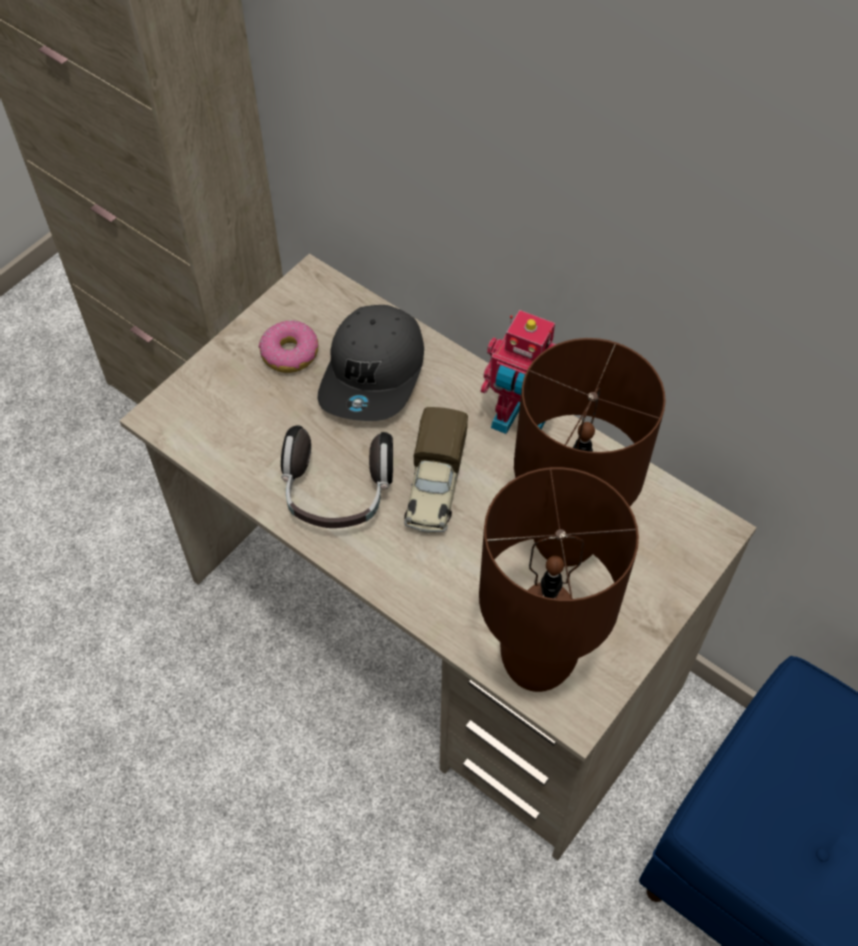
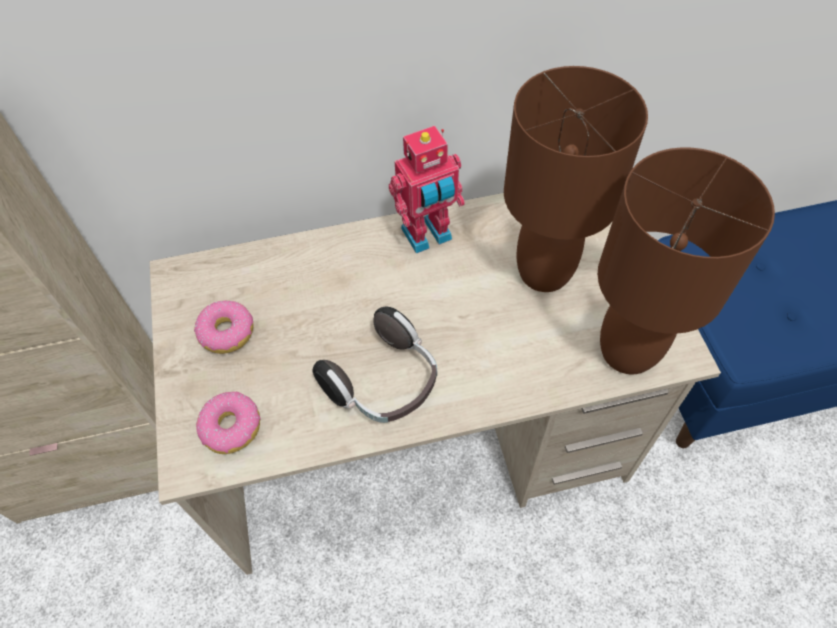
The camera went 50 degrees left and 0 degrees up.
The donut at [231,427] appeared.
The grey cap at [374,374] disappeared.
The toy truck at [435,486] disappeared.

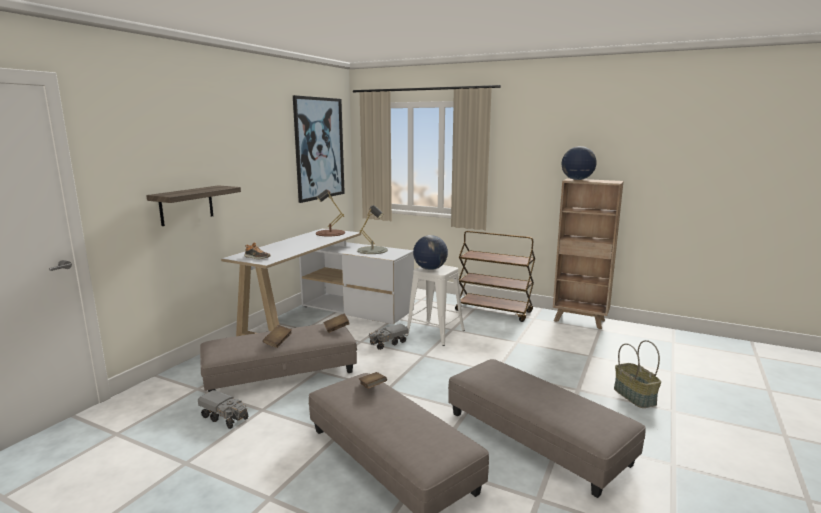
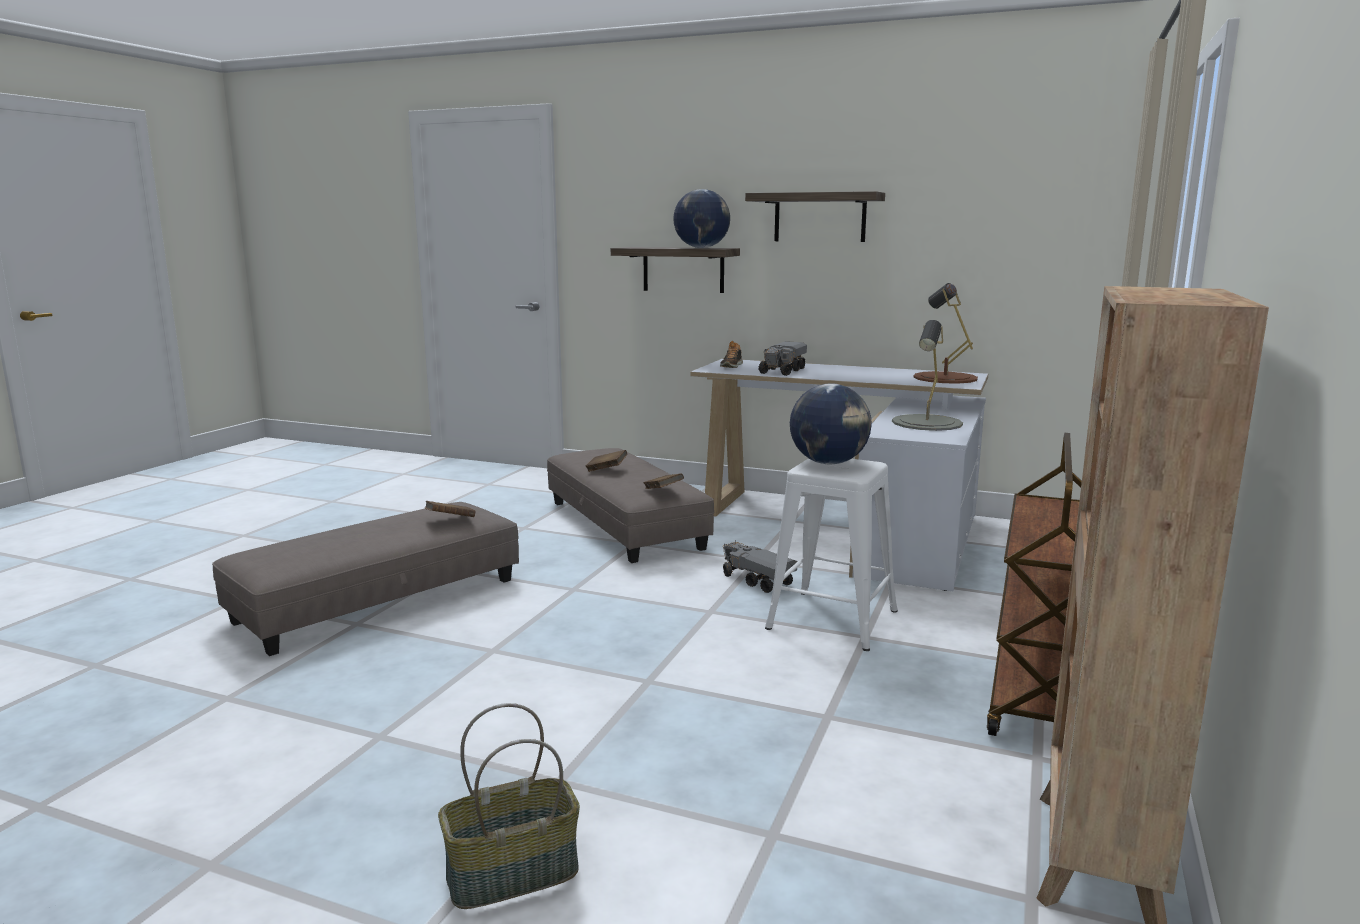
The camera went 85 degrees right and 0 degrees up.
The globe moved from [577,180] to [701,248].
The shelf at [820,217] appeared.
The toy truck moved from [225,418] to [782,371].
The picture at [319,148] disappeared.
The grey ottoman at [536,437] disappeared.

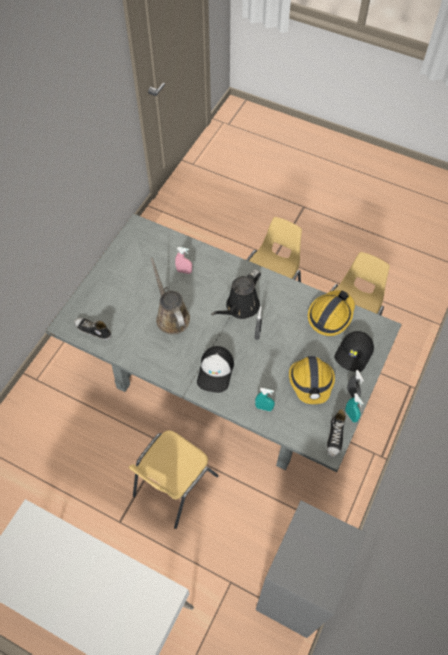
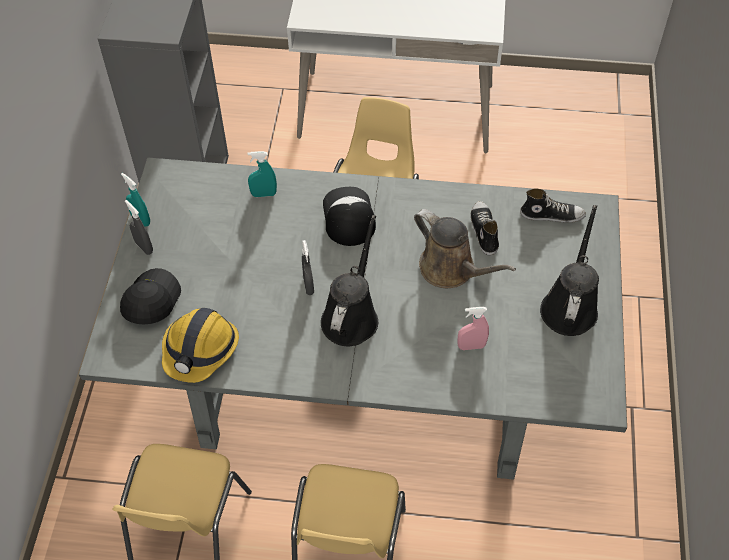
The camera went 160 degrees right and 5 degrees down.
The shoe moved from [335,437] to [483,231].
The black watering can at [570,306] appeared.
The hard hat at [311,382] disappeared.

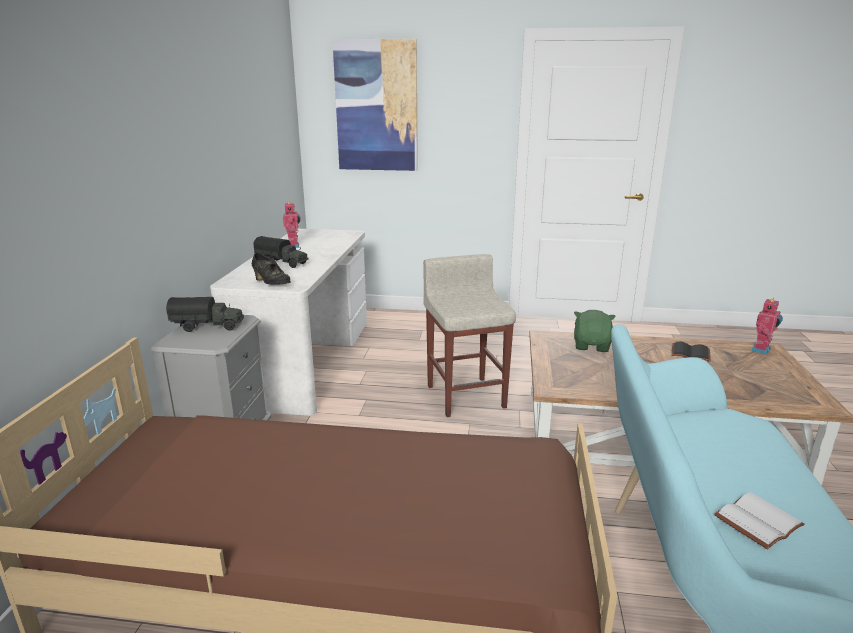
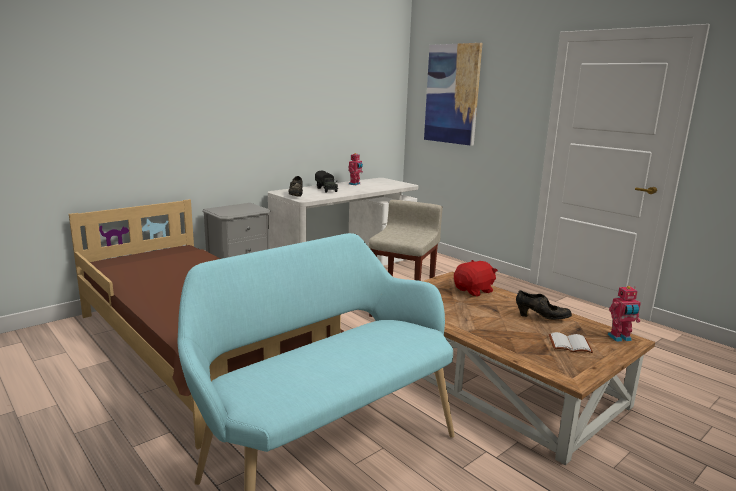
The camera went 40 degrees right and 5 degrees down.
The green plush toy at [592,346] became the red plush toy at [474,291].
The black book at [689,353] was replaced by the black shoe at [542,318].
The white book moved from [756,520] to [570,344].
The toy truck at [208,326] disappeared.

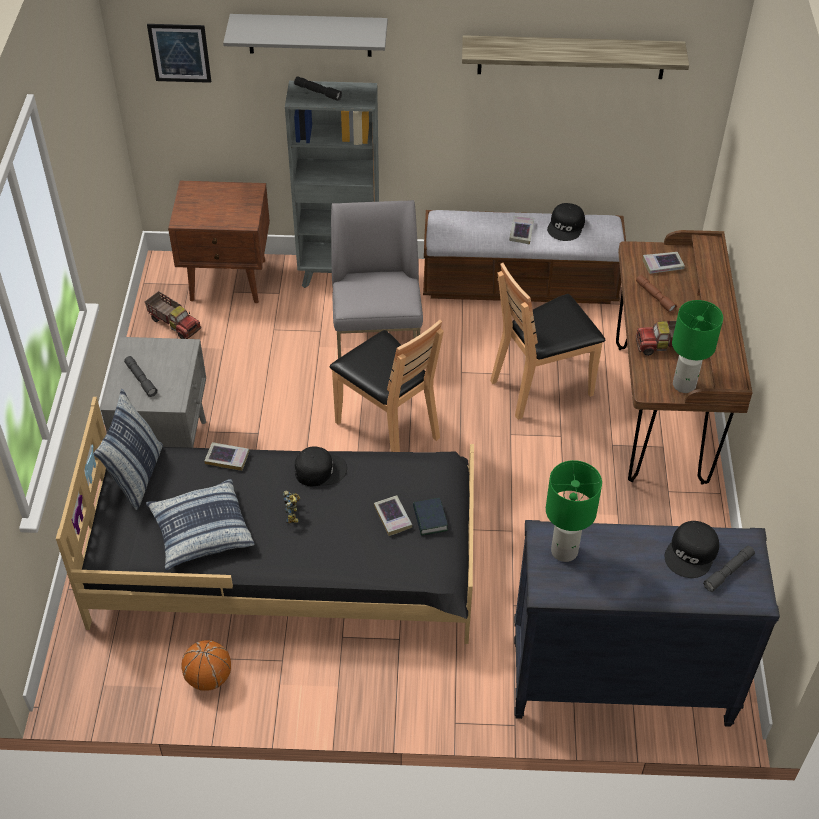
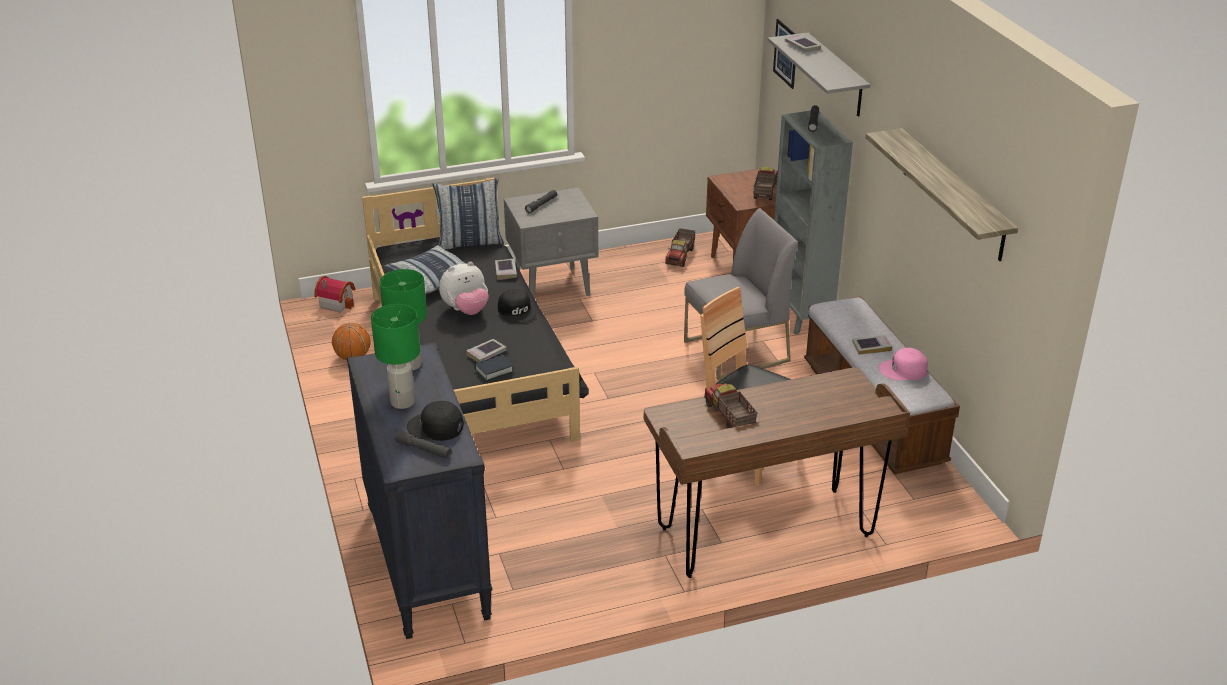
The camera went 70 degrees right and 15 degrees down.
The toy house at [336,302] appeared.
The green table lamp moved from [684,385] to [403,402].
The toy robot at [293,515] was replaced by the plush toy at [466,310].
The toy truck at [764,191] appeared.
The book moved from [663,265] to [802,46].
The black cap at [566,226] became the pink cap at [903,370].
The brown chair at [387,428] disappeared.
The brown flashlight at [655,297] disappeared.

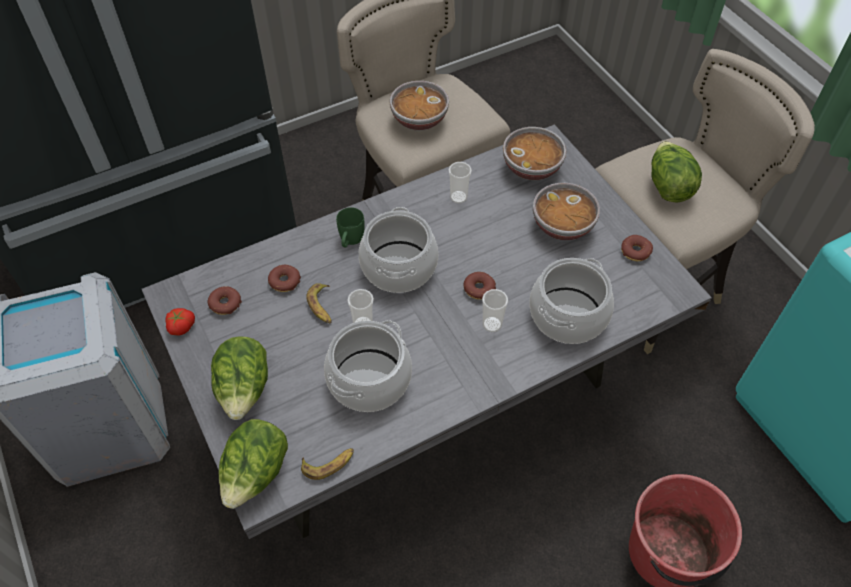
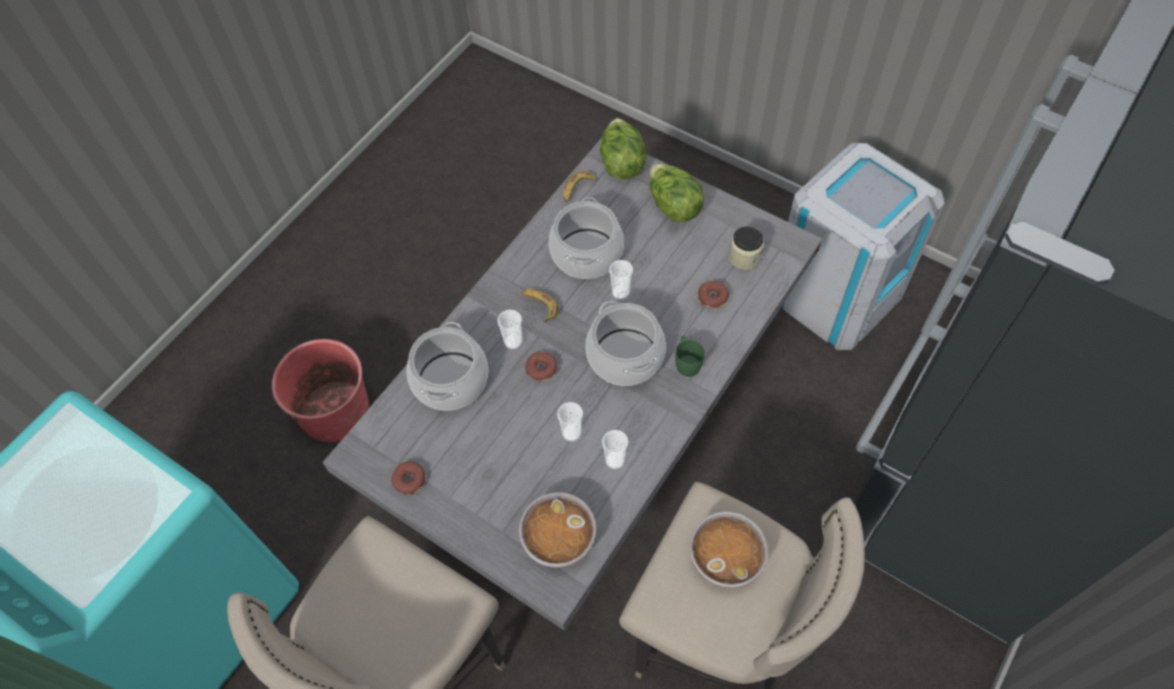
The camera went 155 degrees right and 5 degrees up.
The banana moved from [322,306] to [539,306].
The cup at [572,433] appeared.
The donut at [225,304] was replaced by the jar at [744,257].
The tomato at [181,326] disappeared.
The bowl at [562,226] disappeared.
The lettuce at [668,186] disappeared.

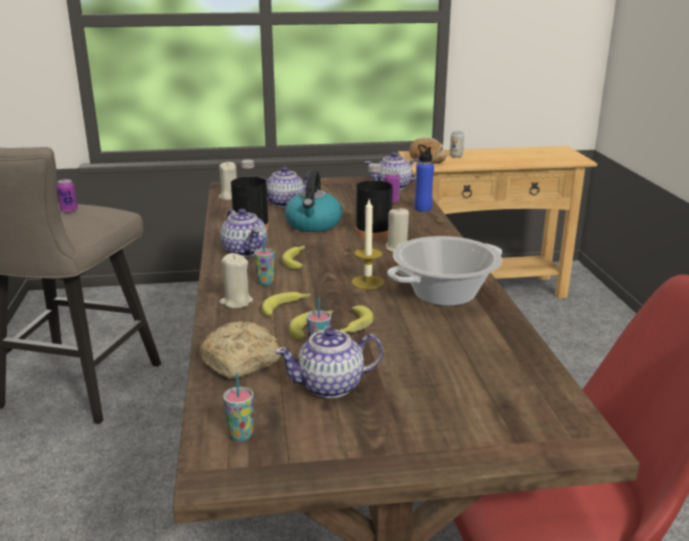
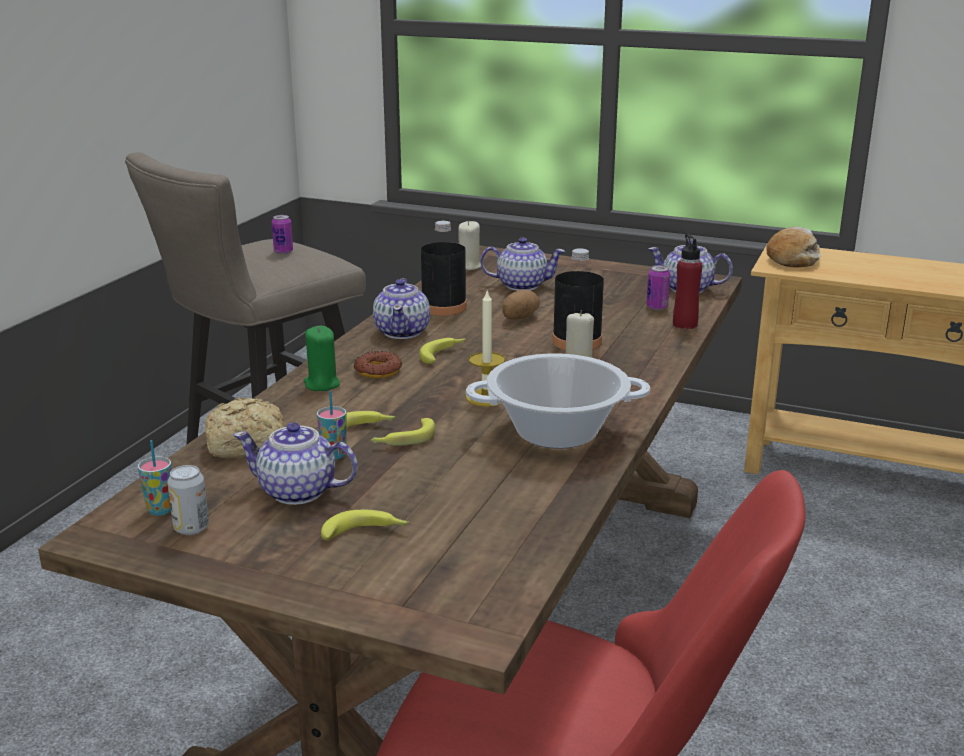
The camera went 30 degrees right and 0 degrees up.
The can moved from [456,156] to [191,528].
The beige candle at [236,302] became the green candle at [321,384].
The banana moved from [286,307] to [366,533].
The cup at [265,282] was replaced by the donut at [378,371].
The kettle at [313,225] was replaced by the potato at [519,317].
The blue bottle at [423,208] became the red bottle at [685,324].

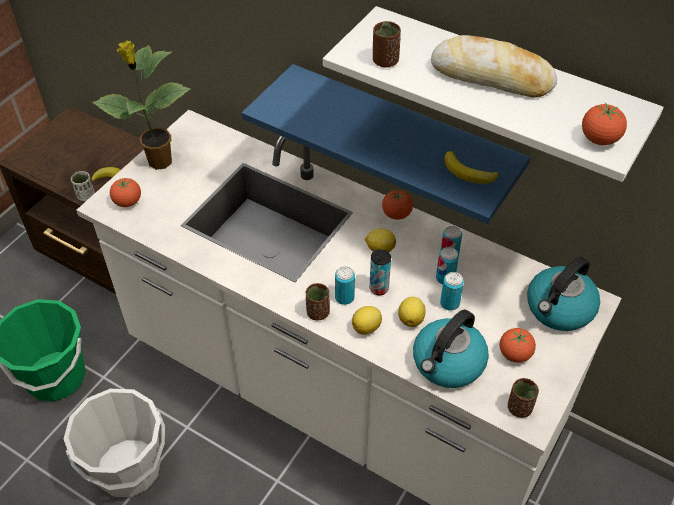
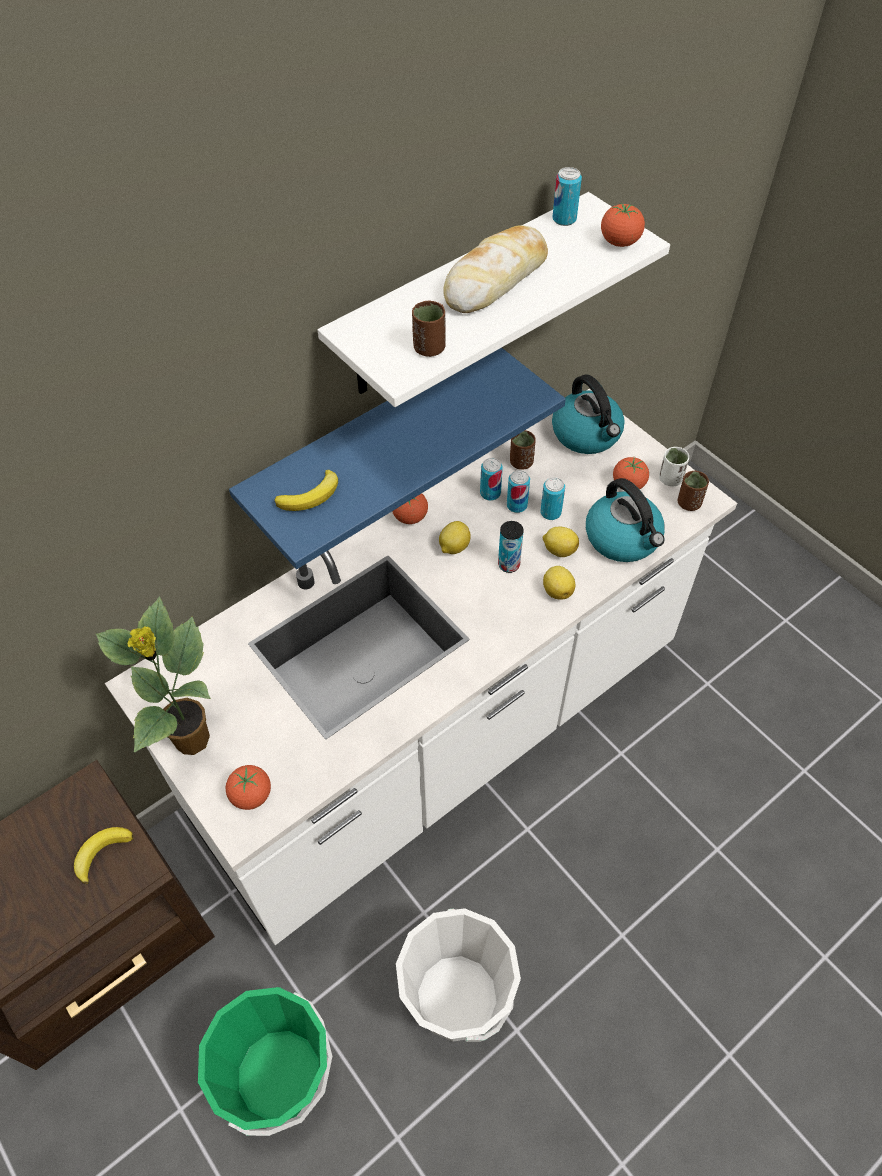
The camera went 70 degrees left and 5 degrees up.
The banana moved from [468,173] to [311,496].
The brown cup moved from [318,312] to [521,462].
The can moved from [344,297] to [564,219].
The white cup moved from [86,196] to [670,479].

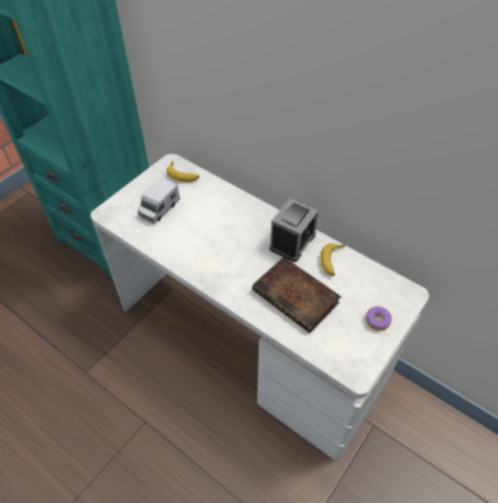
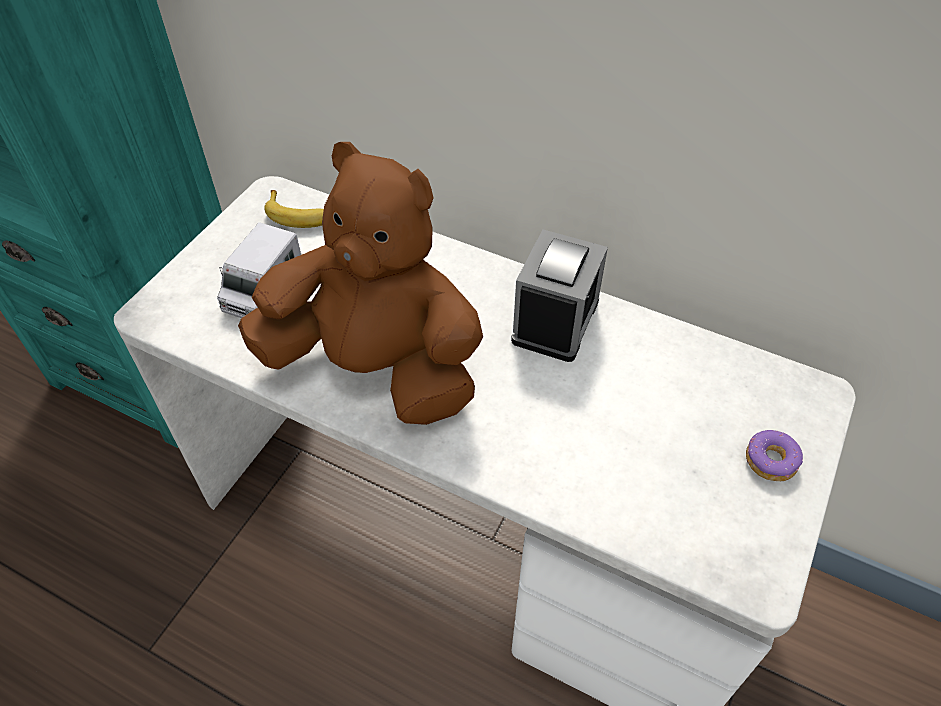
The camera went 10 degrees left and 0 degrees up.
The brown plush toy at [376,368] appeared.
The book at [297,297] disappeared.
The banana at [332,261] disappeared.

